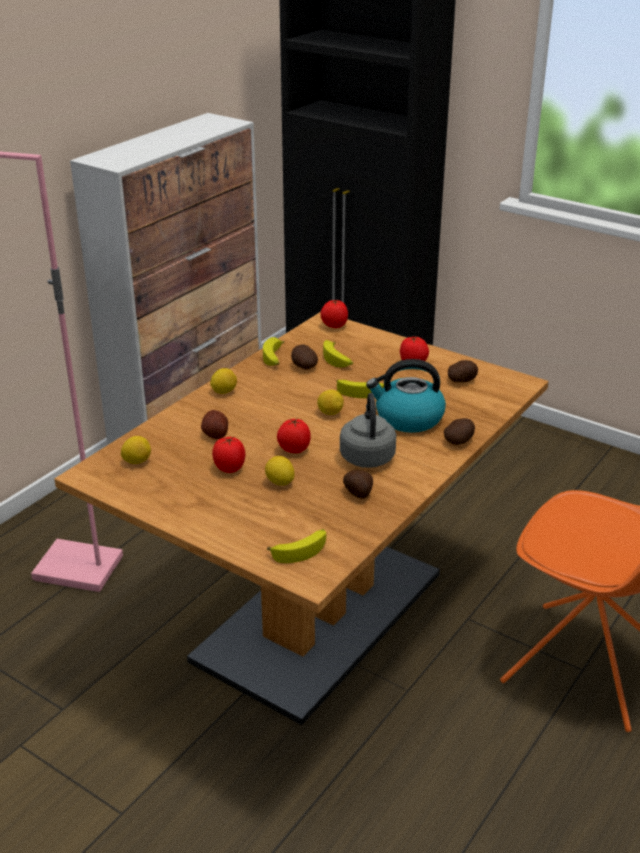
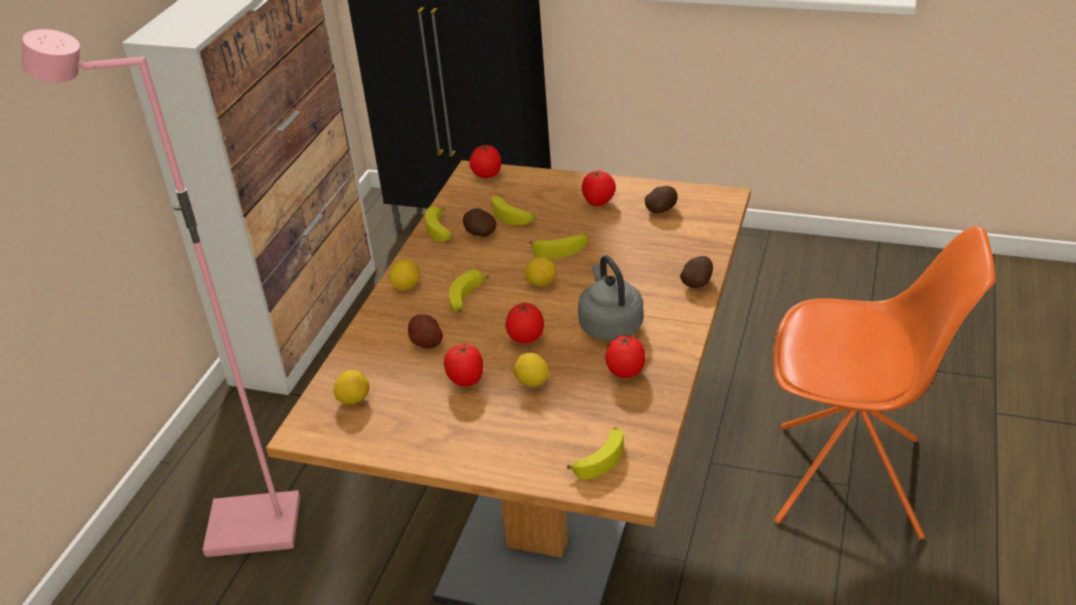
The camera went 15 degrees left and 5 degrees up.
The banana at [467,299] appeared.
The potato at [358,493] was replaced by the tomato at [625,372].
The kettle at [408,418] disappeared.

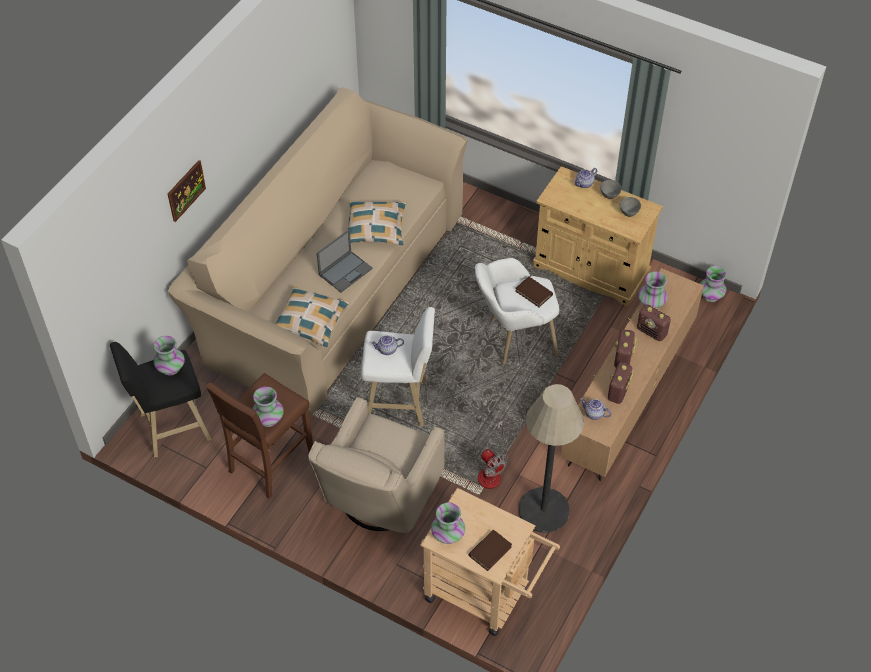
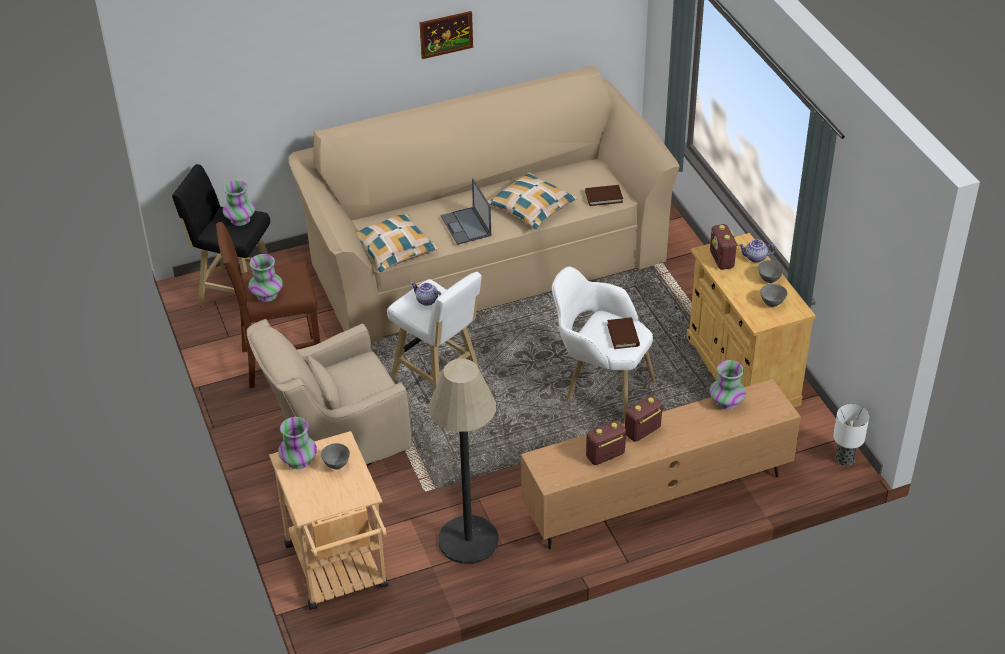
The camera went 40 degrees right and 10 degrees down.
The grey bowl at [337,465] appeared.
The picture moved from [186,190] to [446,34].
The laptop at [346,271] turned 75 degrees clockwise.
The brown book moved from [490,551] to [604,197].
The radio moved from [652,332] to [722,260].
The vase at [711,296] was replaced by the table lamp at [844,459].
The fan at [491,471] disappeared.
The teapot at [594,414] disappeared.

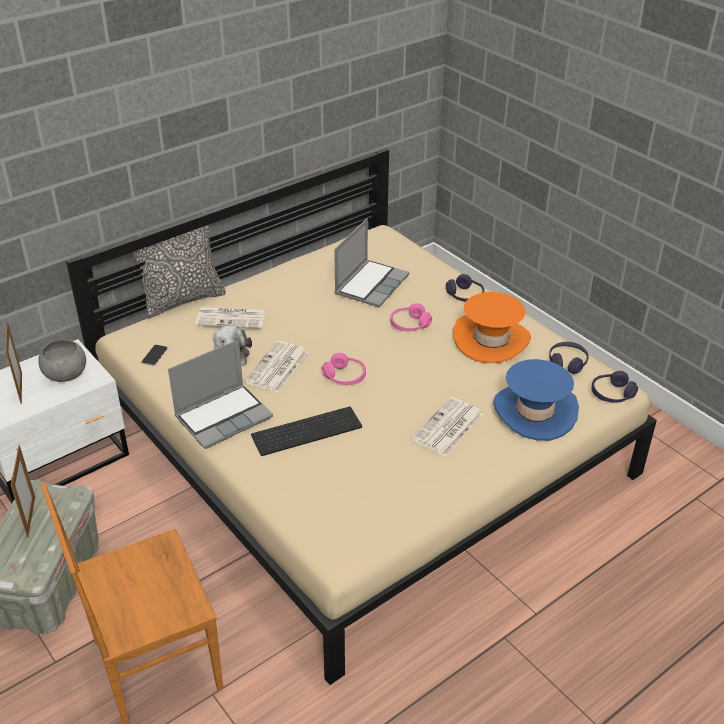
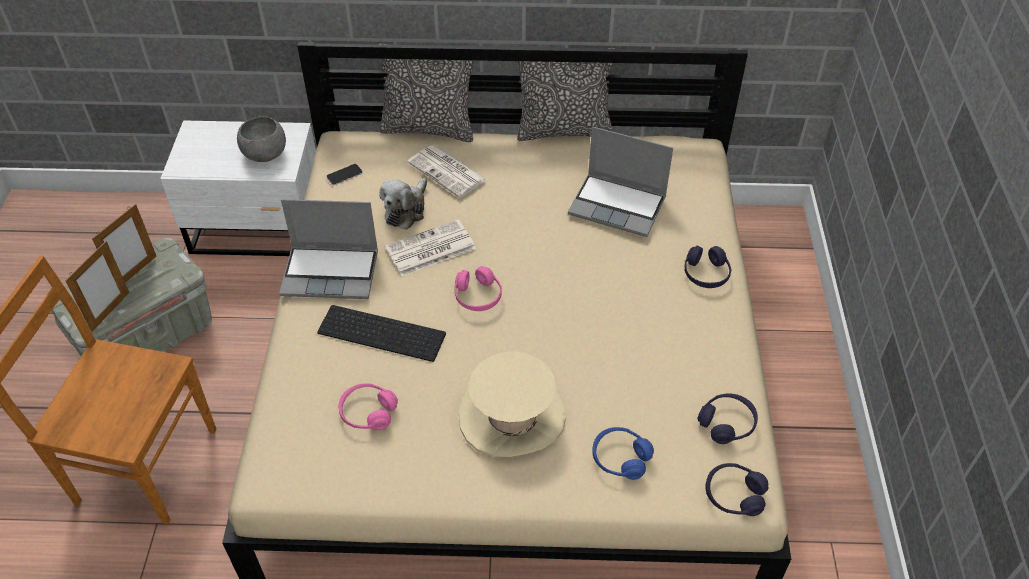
The camera went 40 degrees right and 10 degrees up.
The picture frame moved from [21,388] to [110,311].
The pink headphones moved from [409,325] to [368,412].
The newspaper at [448,428] was replaced by the beige hat at [512,416].
The pillow at [564,131] appeared.
The laptop at [371,284] turned 45 degrees clockwise.
The blue hat at [534,412] was replaced by the blue headphones at [620,458].
The orange hat at [491,340] disappeared.

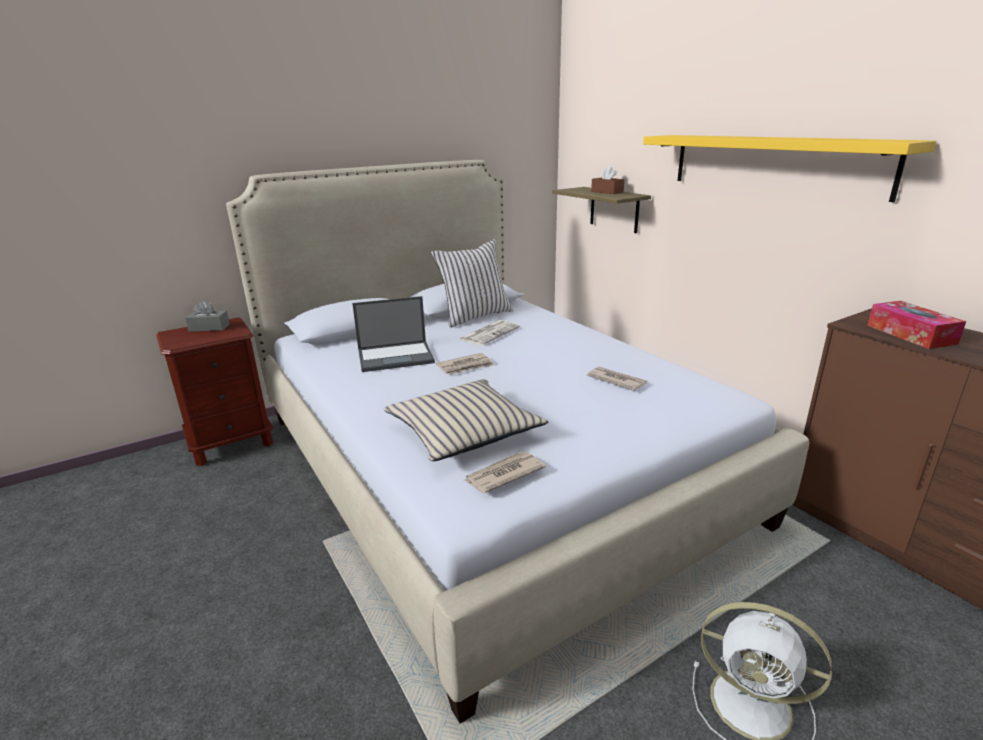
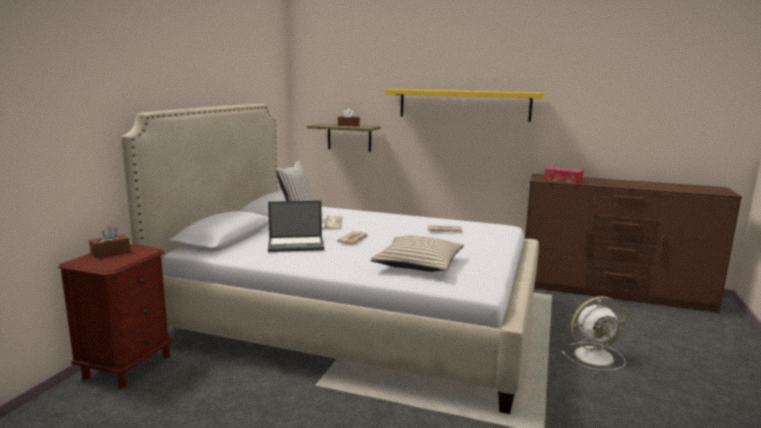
The camera went 40 degrees left and 10 degrees down.
The grey tissue box at [209,328] became the brown tissue box at [110,252].
The laptop at [396,356] turned 45 degrees clockwise.
The newspaper at [503,475] disappeared.

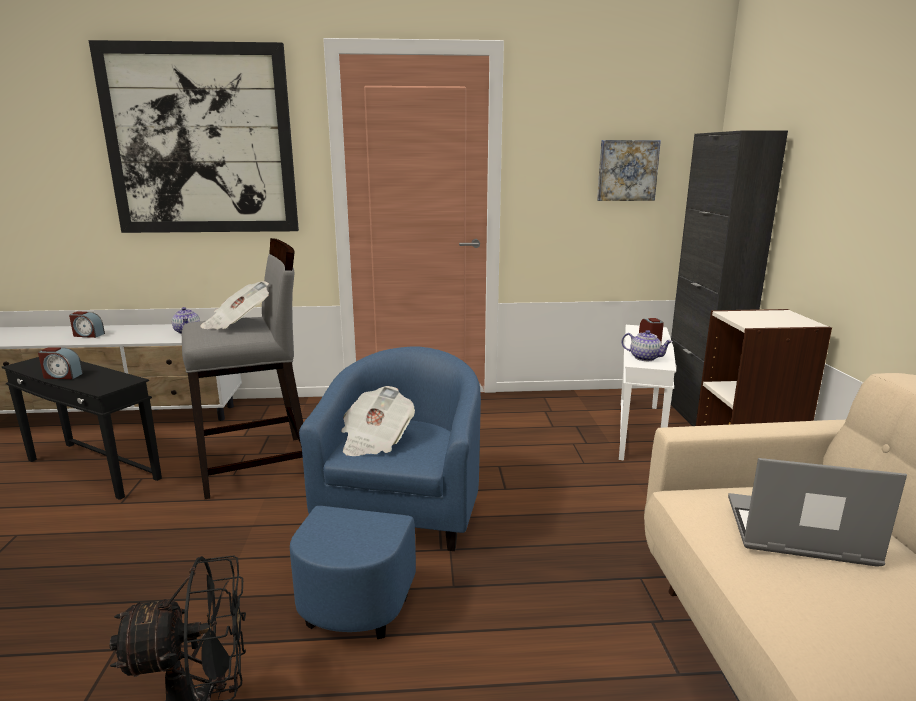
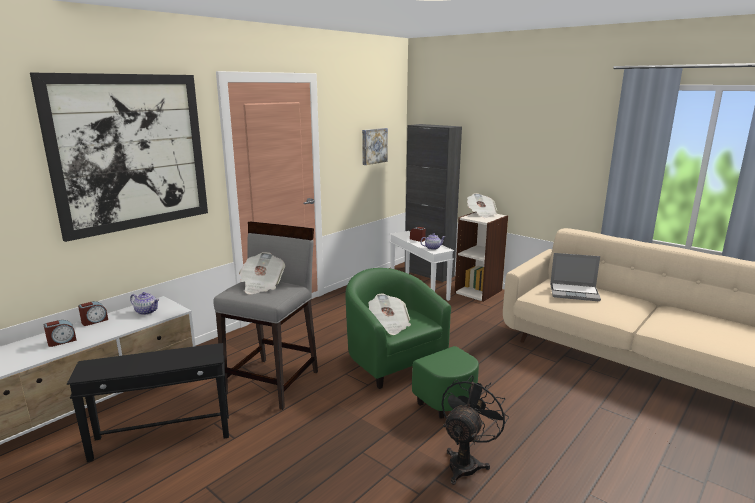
The camera went 45 degrees left and 0 degrees up.
The alarm clock moved from [62,376] to [94,321].
The blue armchair at [394,532] became the green armchair at [404,372].
The newspaper at [481,214] appeared.
The laptop at [797,533] turned 135 degrees counterclockwise.

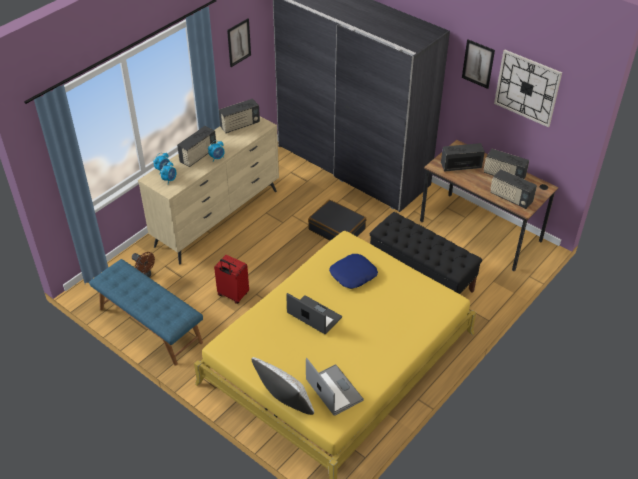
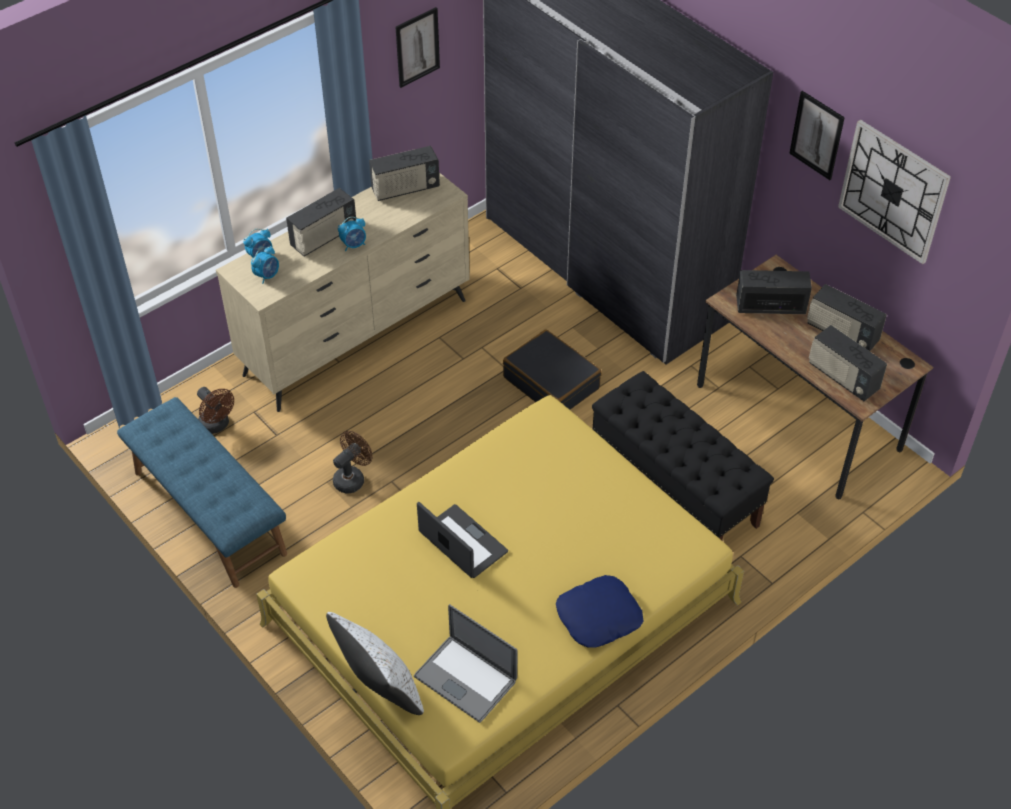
The camera went 10 degrees right and 5 degrees up.
The red suitcase at [232,295] was replaced by the brown fan at [352,478].
The laptop at [334,390] turned 150 degrees clockwise.
The blue pillow moved from [353,274] to [598,616].

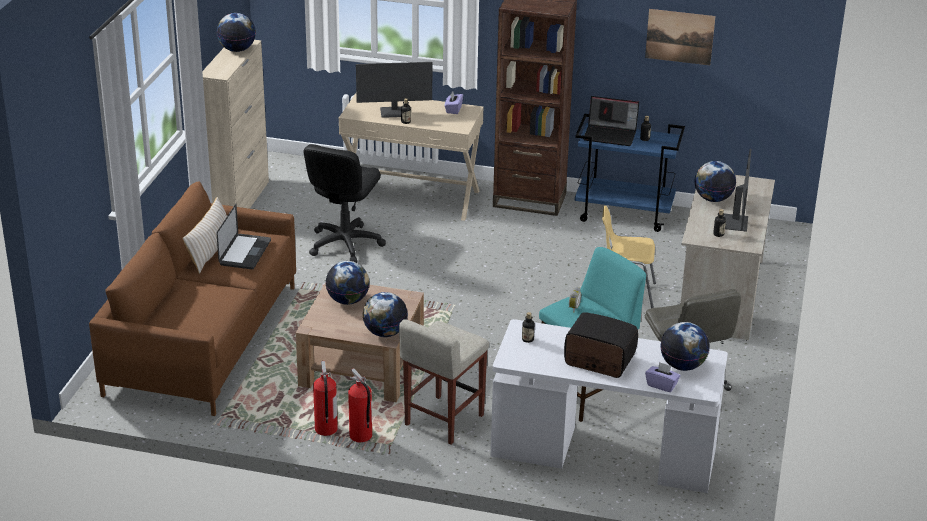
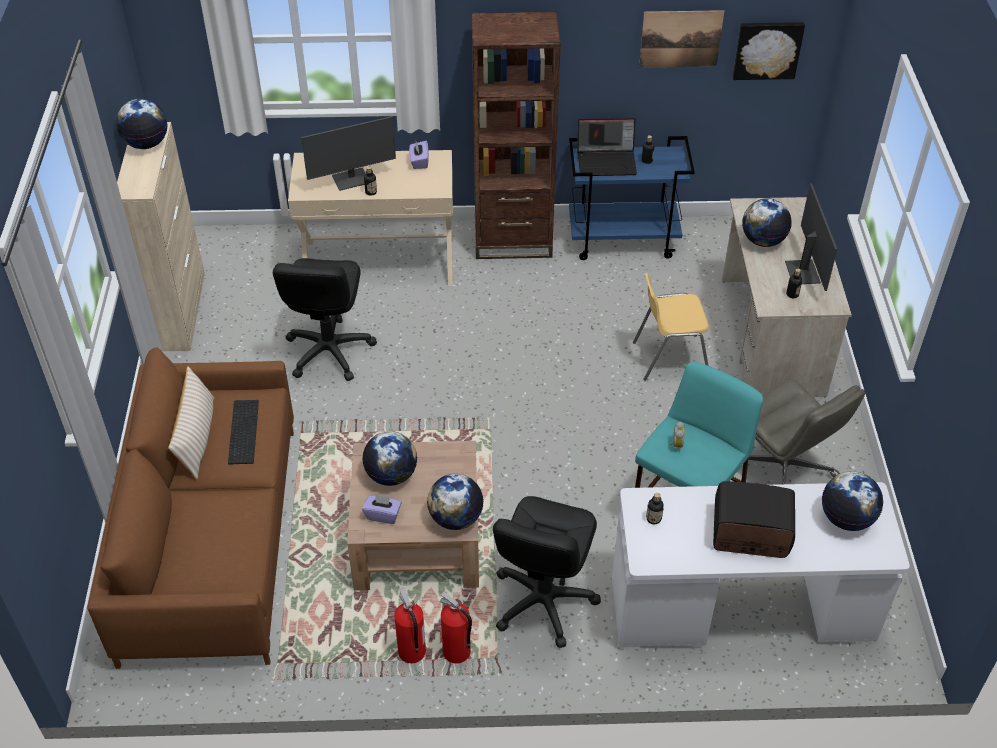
The camera went 15 degrees left and 15 degrees up.
The laptop at [245,253] was replaced by the keyboard at [242,431].
The purple tissue box moved from [662,385] to [383,515].
The beige stool at [443,420] was replaced by the black office chair at [543,601].
The picture at [767,49] appeared.

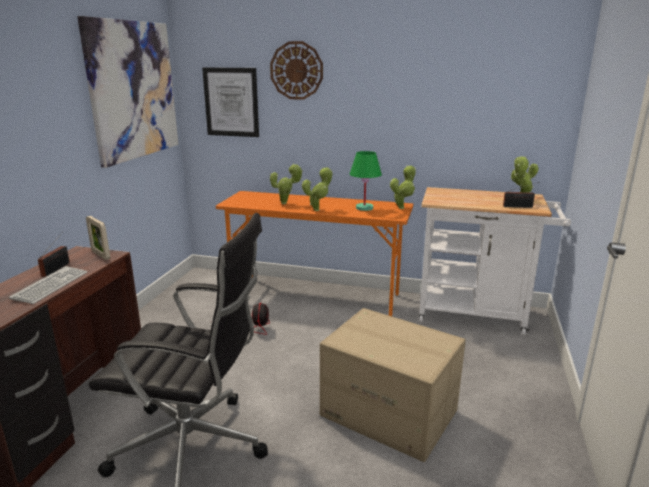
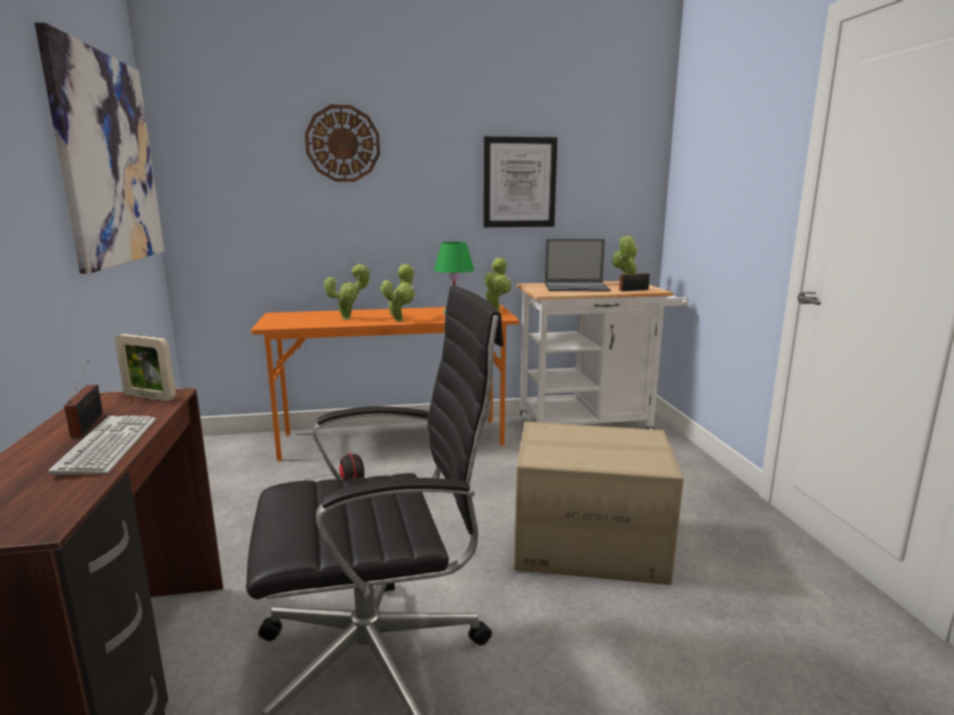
The camera went 25 degrees left and 5 degrees down.
The picture moved from [231,102] to [519,182].
The laptop at [577,287] appeared.

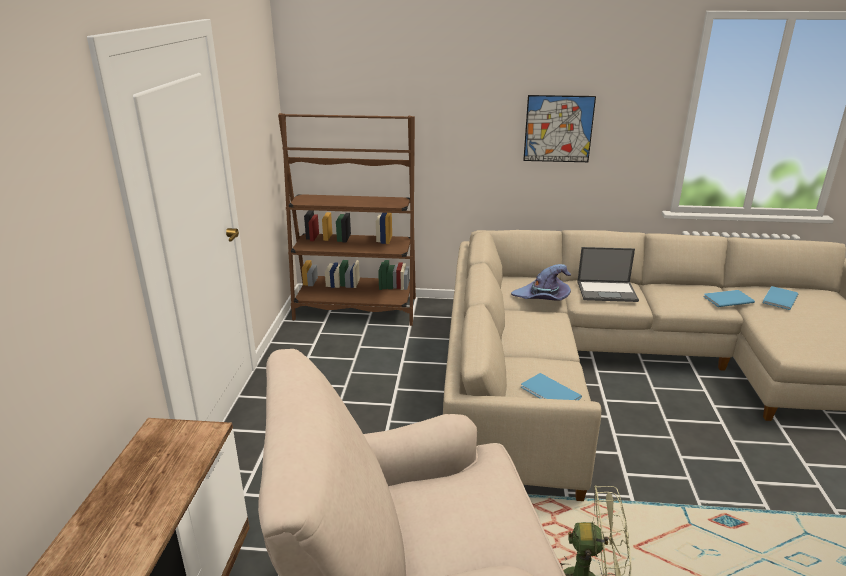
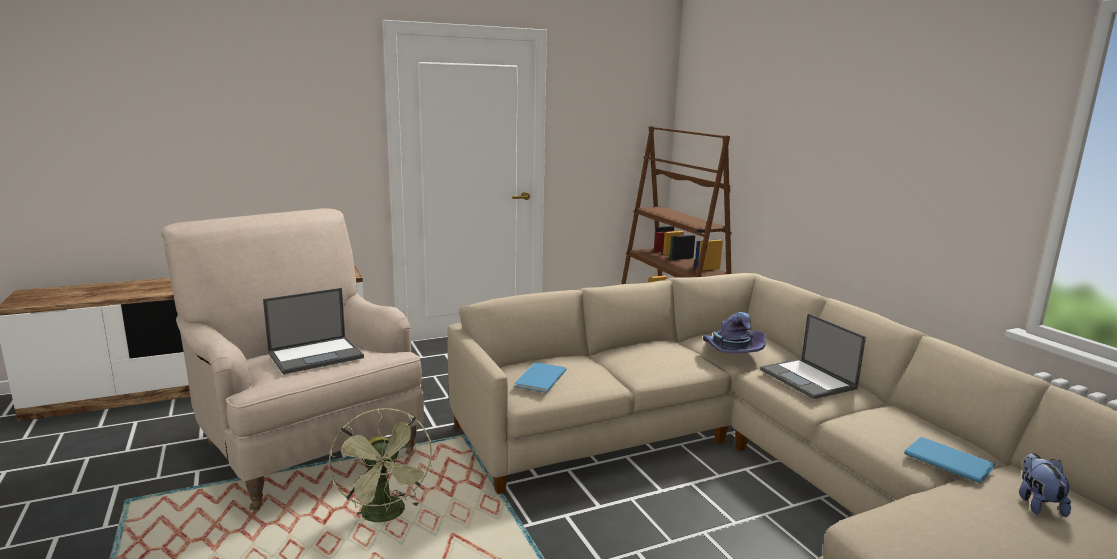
The camera went 60 degrees right and 10 degrees down.
The laptop at [317,355] appeared.
The blue book at [778,299] was replaced by the plush toy at [1037,504].
The picture at [558,129] disappeared.

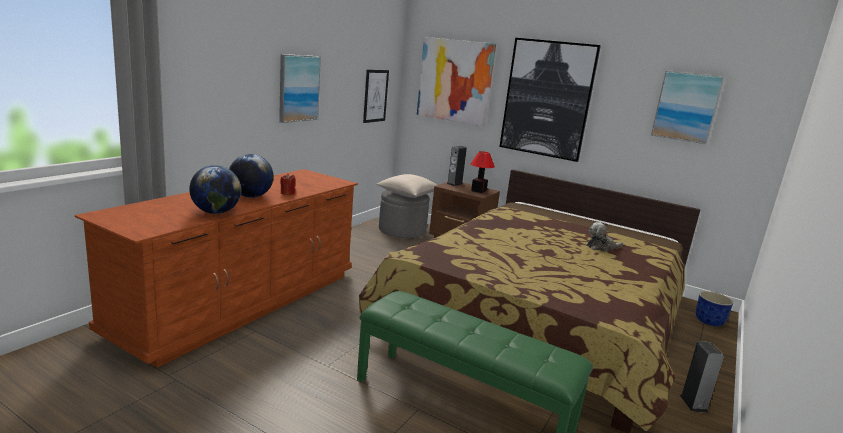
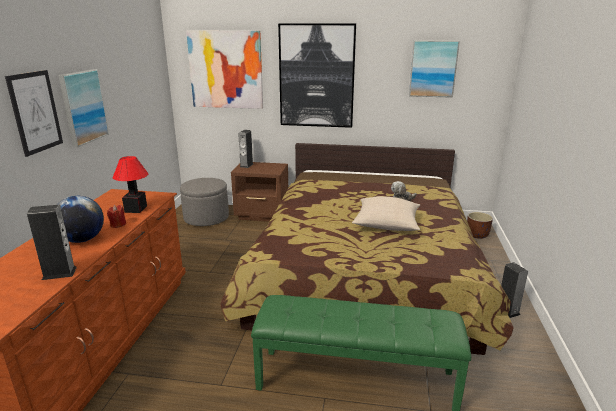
The camera went 20 degrees left and 5 degrees up.
The picture moved from [375,96] to [35,112].
The globe at [216,212] was replaced by the speaker at [59,273].
The table lamp moved from [479,191] to [136,209].
The beige pillow moved from [408,194] to [386,224].
The blue planter at [709,321] became the brown planter at [477,235].

